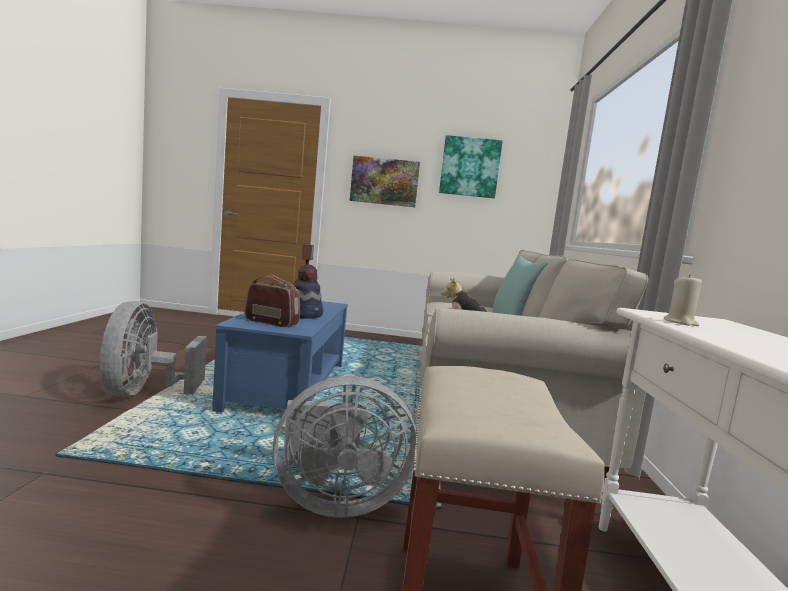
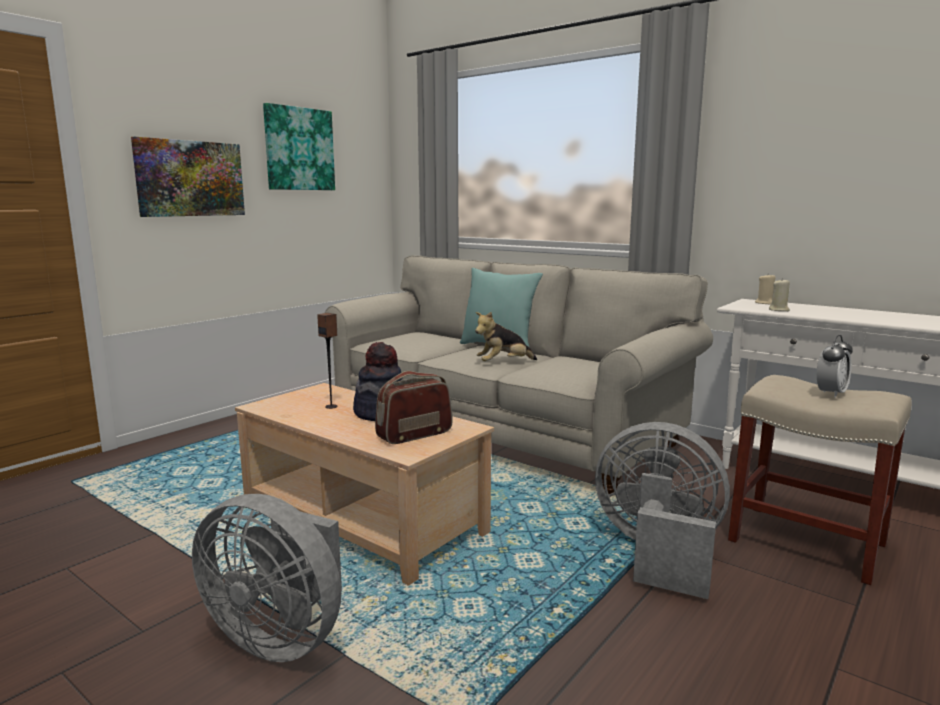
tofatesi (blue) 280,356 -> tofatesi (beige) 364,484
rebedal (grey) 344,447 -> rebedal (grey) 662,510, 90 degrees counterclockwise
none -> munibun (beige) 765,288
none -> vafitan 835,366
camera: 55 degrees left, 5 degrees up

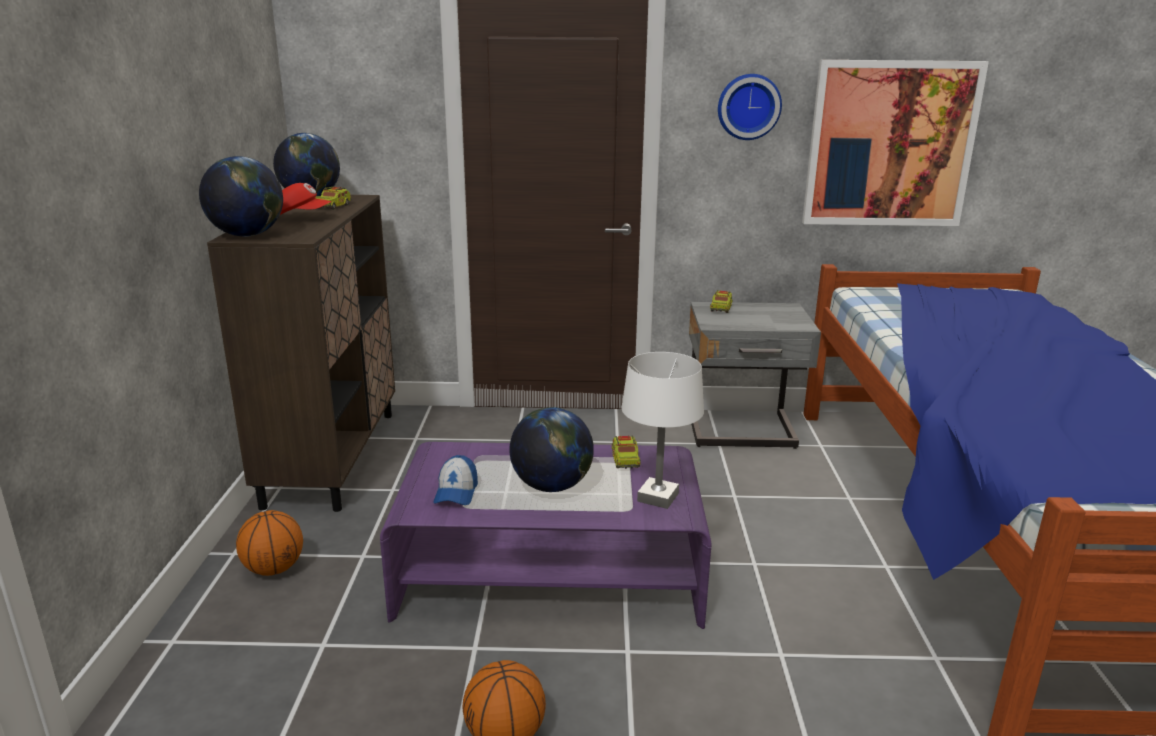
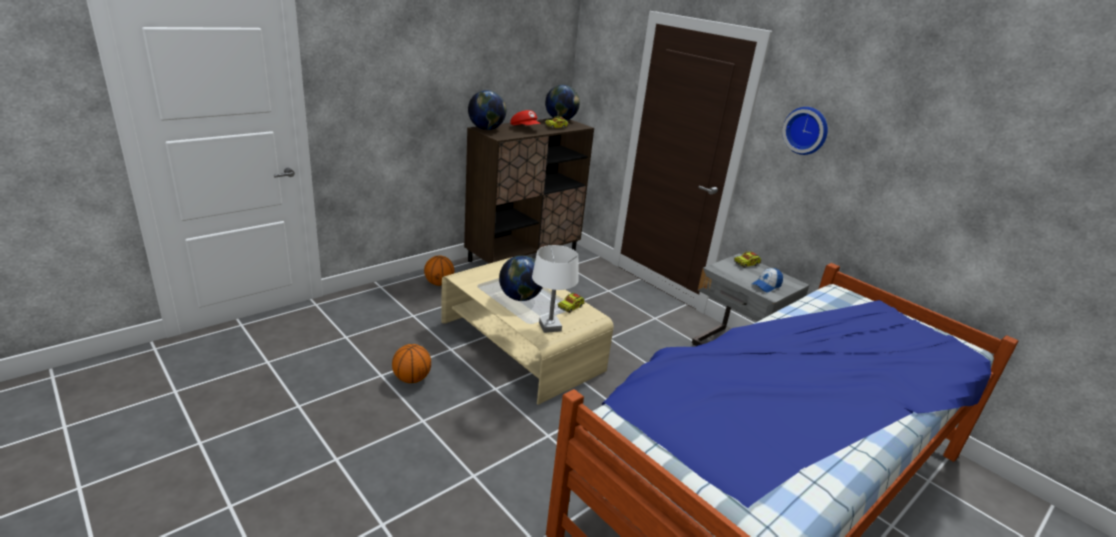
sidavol 895,143 -> none
tofatesi (purple) 545,535 -> tofatesi (beige) 527,331
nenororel 455,480 -> nenororel 767,280, moved
camera: 45 degrees right, 5 degrees up

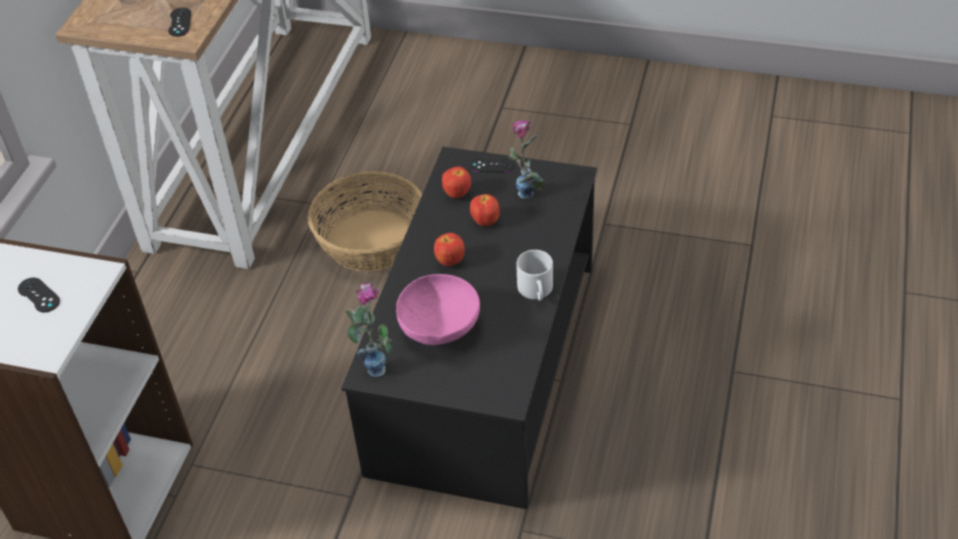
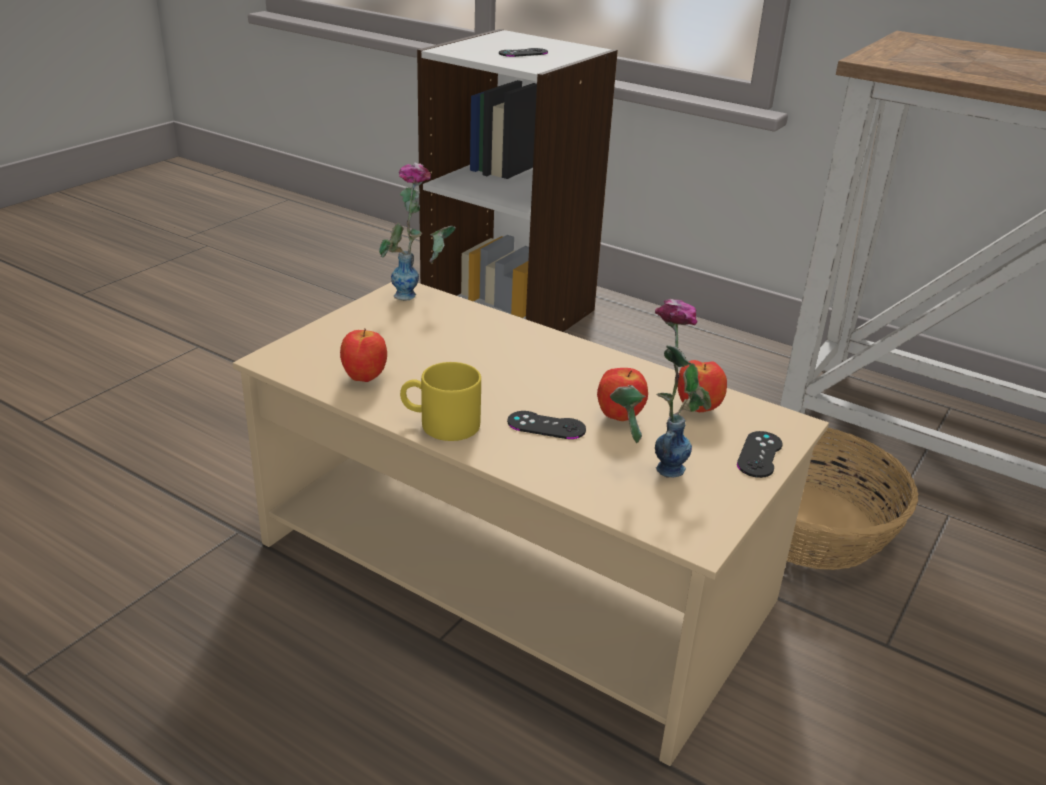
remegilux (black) 179,22 -> remegilux (black) 546,425, moved
tofatesi (black) 469,328 -> tofatesi (beige) 531,524
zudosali 449,249 -> zudosali 363,355, moved
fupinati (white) 535,275 -> fupinati (yellow) 440,401
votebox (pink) 438,309 -> none
camera: 105 degrees right, 15 degrees down

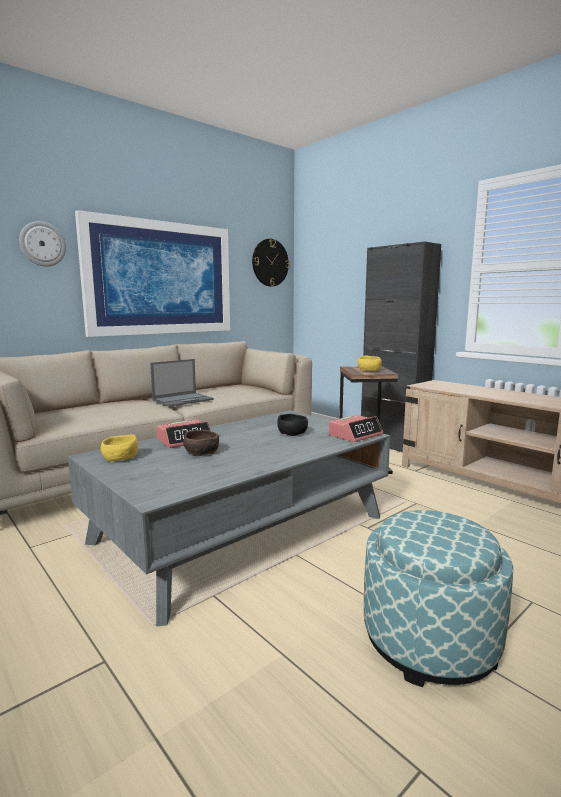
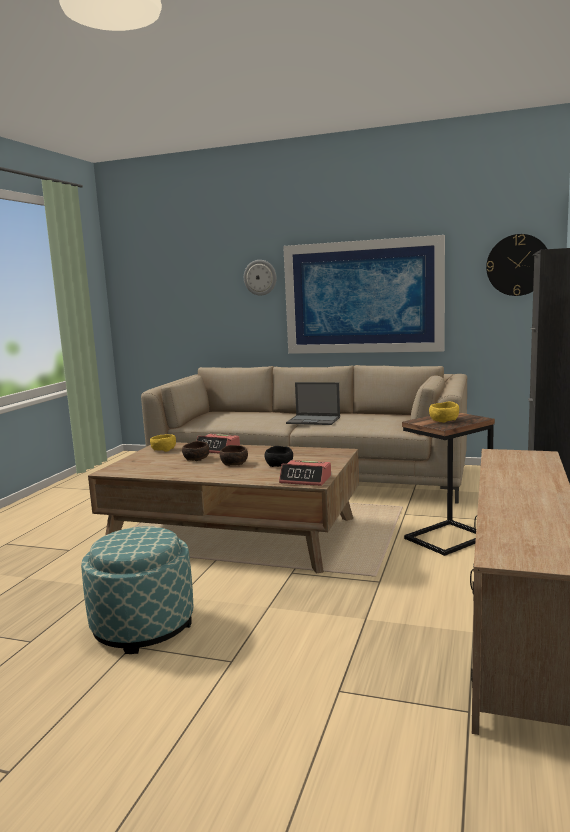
tofatesi (grey) 229,518 -> tofatesi (brown) 223,507
none -> votebox (brown) 234,455
camera: 60 degrees right, 0 degrees up

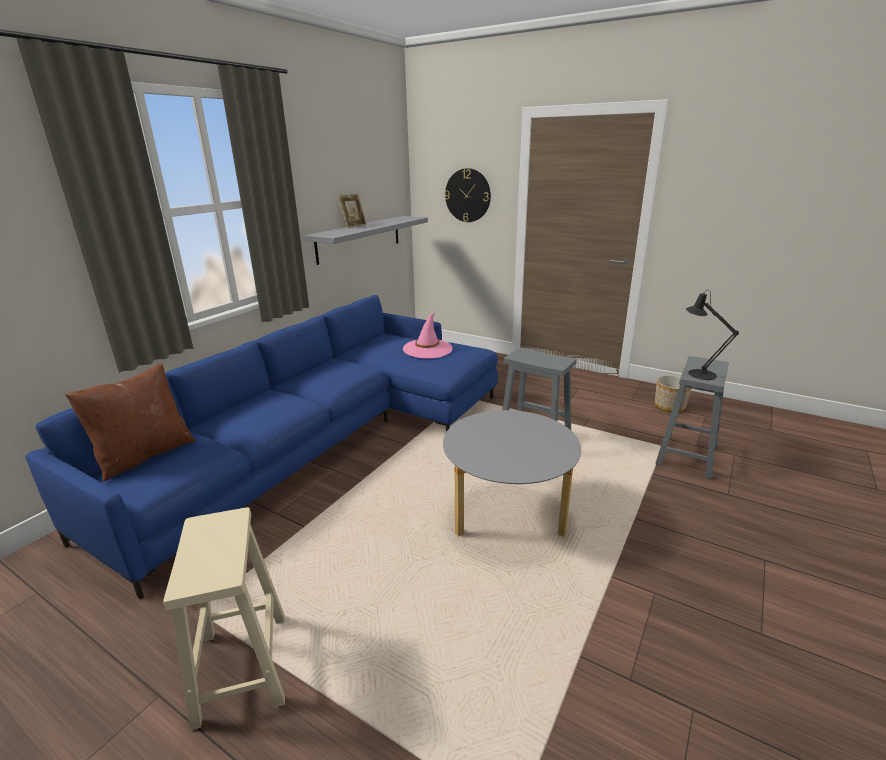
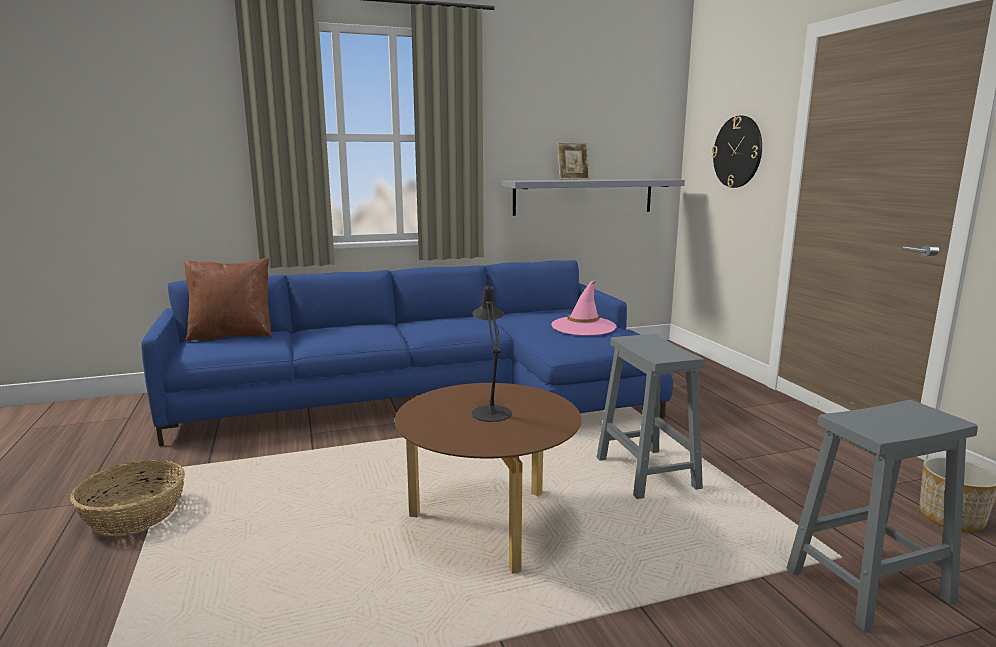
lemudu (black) 712,335 -> lemudu (black) 492,351, moved
tofatesi (grey) 512,473 -> tofatesi (brown) 488,478
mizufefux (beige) 224,618 -> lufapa 127,498
camera: 40 degrees right, 10 degrees down

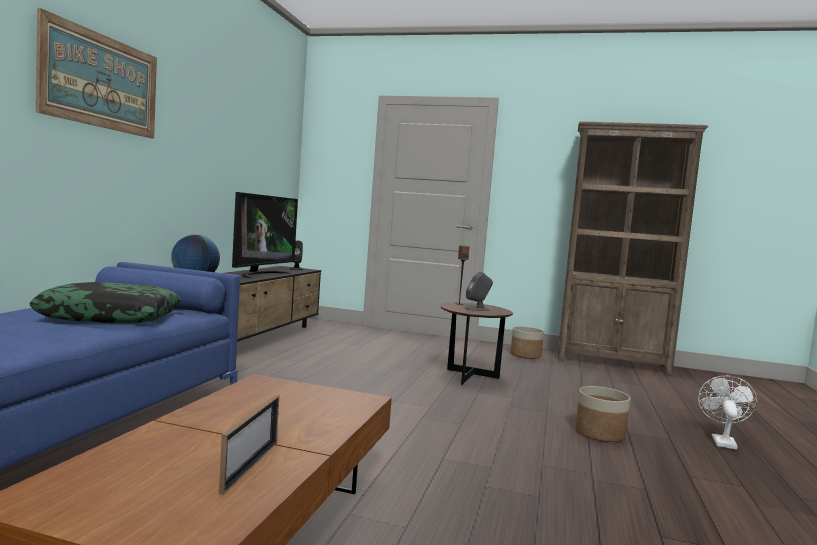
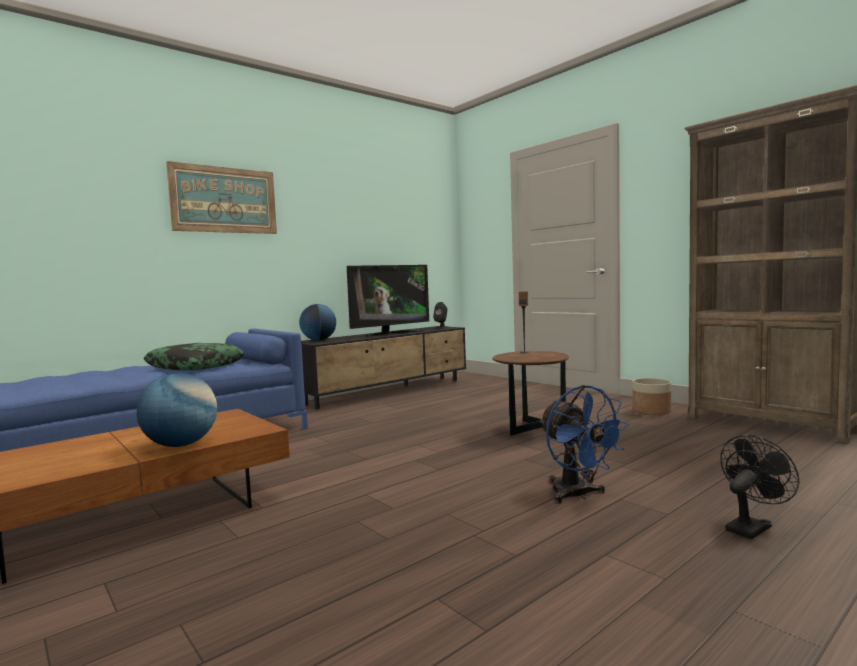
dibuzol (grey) 479,291 -> none
rebedal (white) 727,412 -> rebedal (black) 759,487
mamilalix 602,414 -> rebedal (blue) 584,444
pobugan 249,445 -> none
none -> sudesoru 177,410
camera: 35 degrees right, 0 degrees up

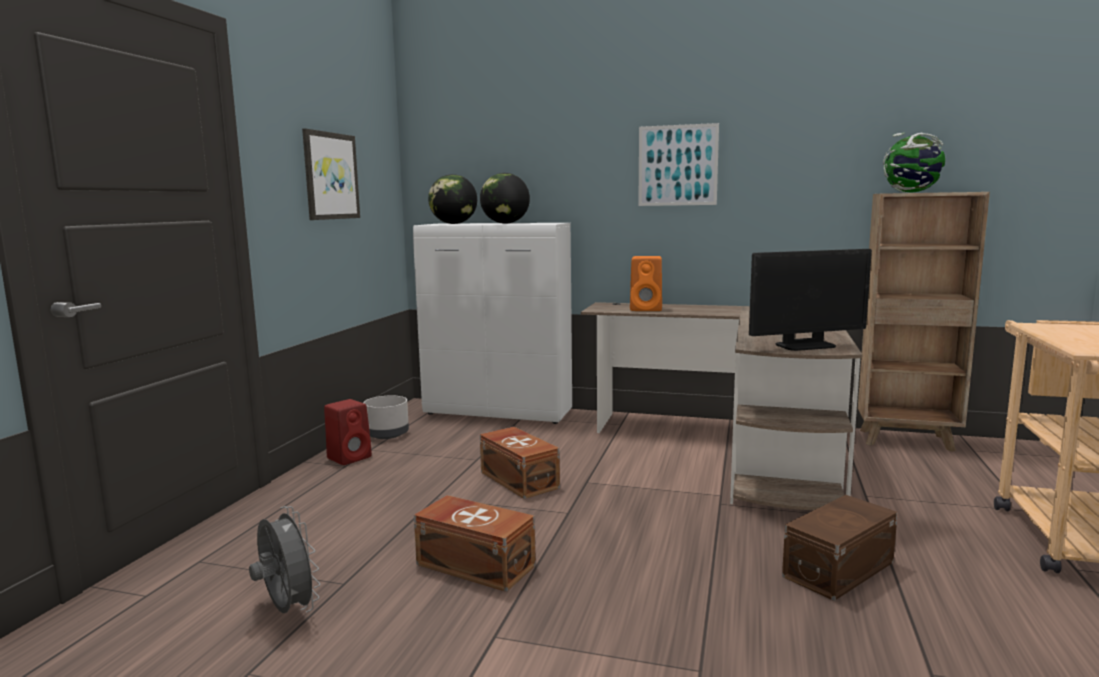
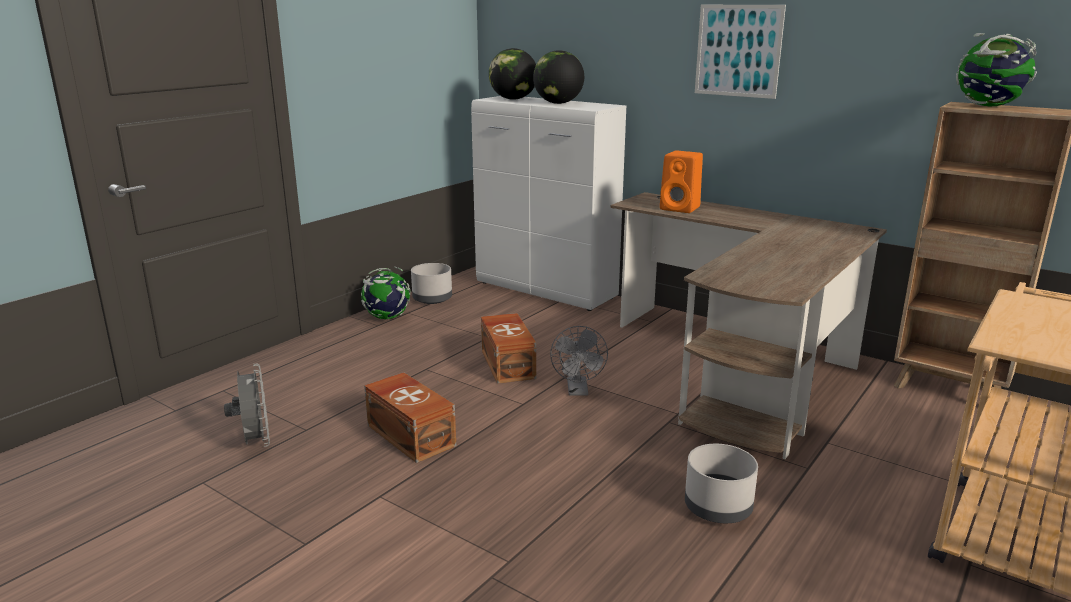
sidavol 331,174 -> none
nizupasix 810,300 -> none
dibuzol (red) 348,432 -> sudesoru 386,293
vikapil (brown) 840,548 -> mamilalix (grey) 721,483
none -> rebedal (grey) 579,361
camera: 20 degrees right, 10 degrees up

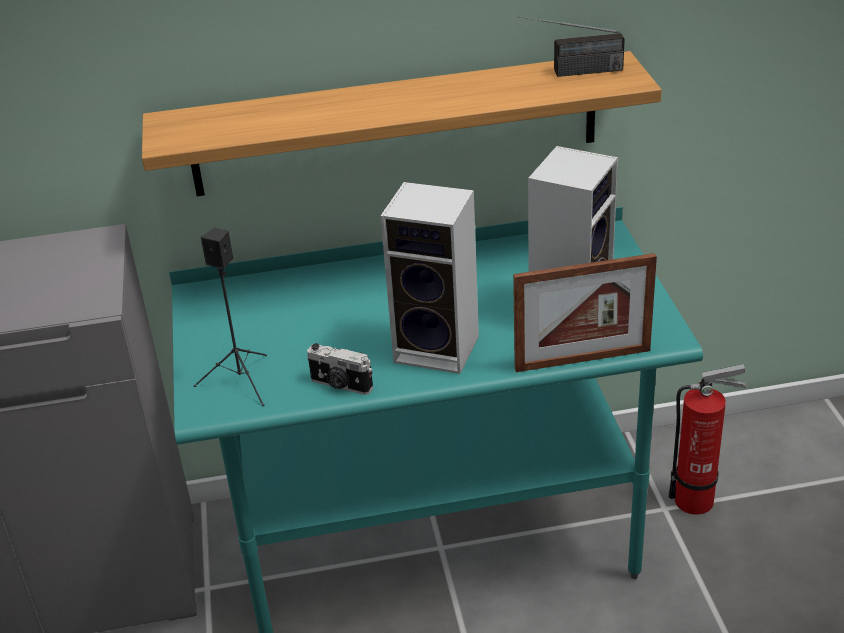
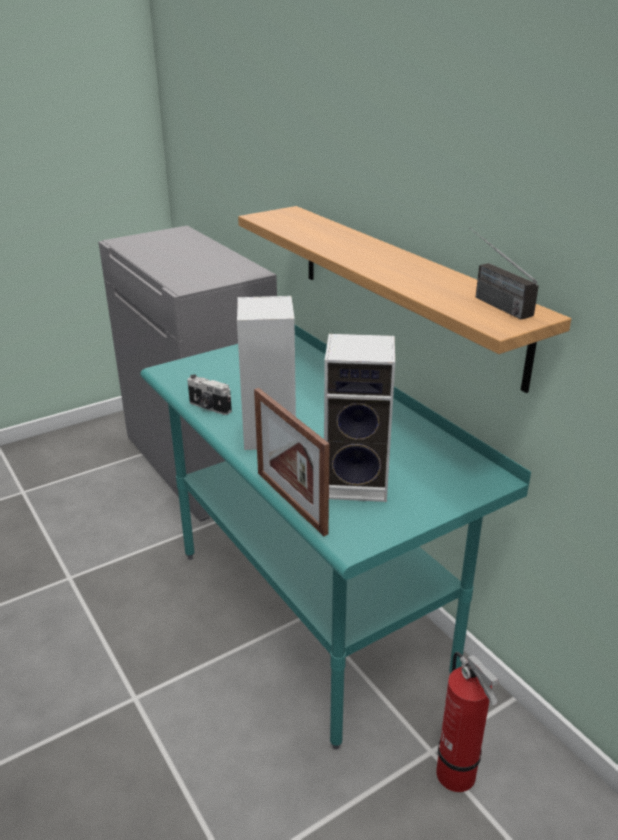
dibuzol (black) 230,316 -> none
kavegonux 340,369 -> kavegonux 209,394, 60 degrees counterclockwise
camera: 65 degrees right, 5 degrees down

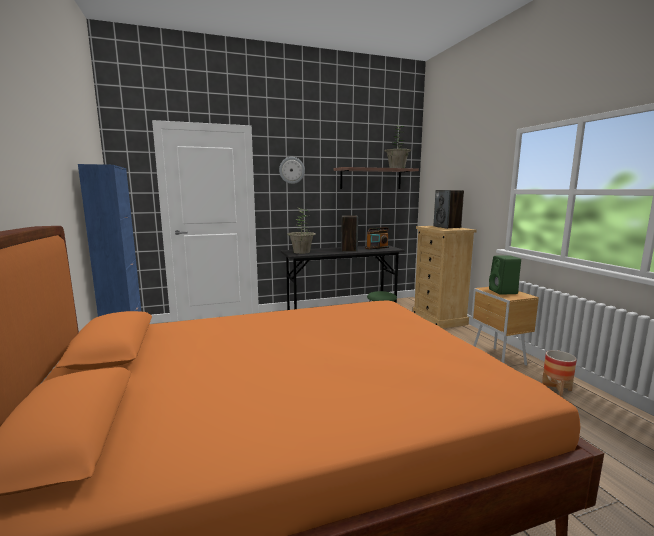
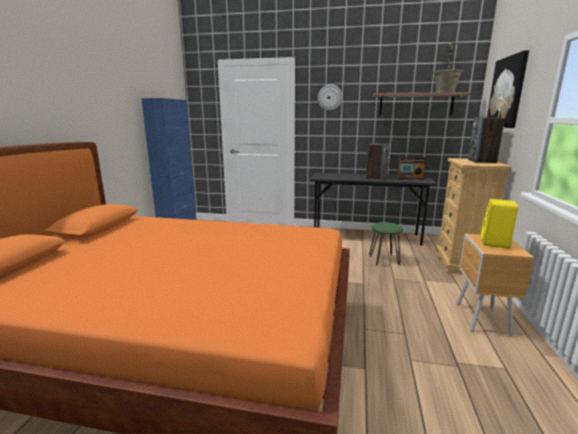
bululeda 301,231 -> none
dibuzol (green) 505,275 -> dibuzol (yellow) 500,224
mamilalix 559,373 -> none
none -> sidavol 508,89
camera: 30 degrees right, 5 degrees up

